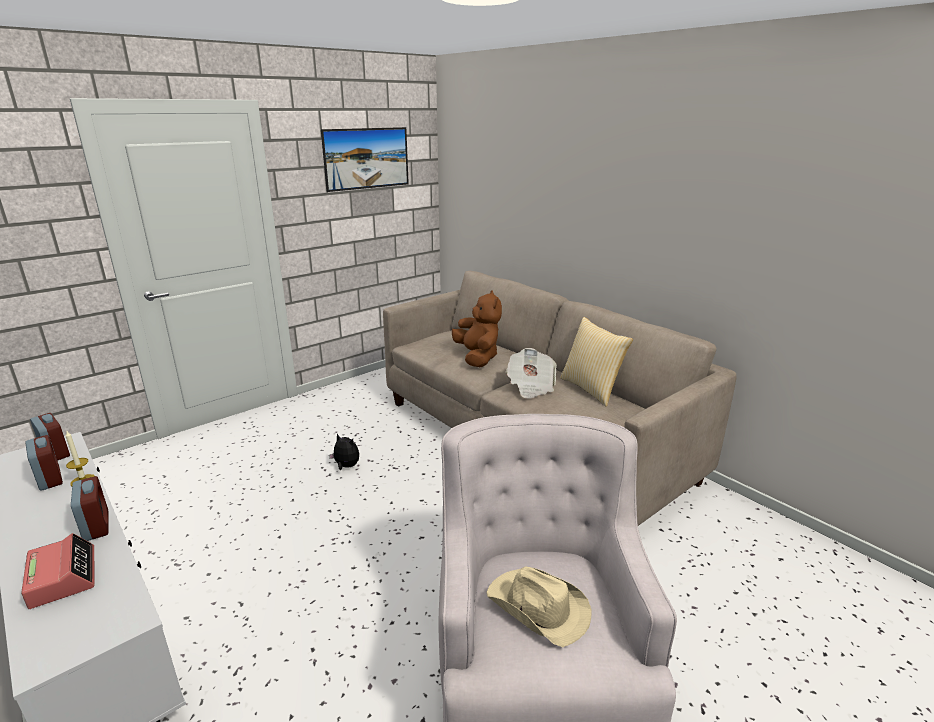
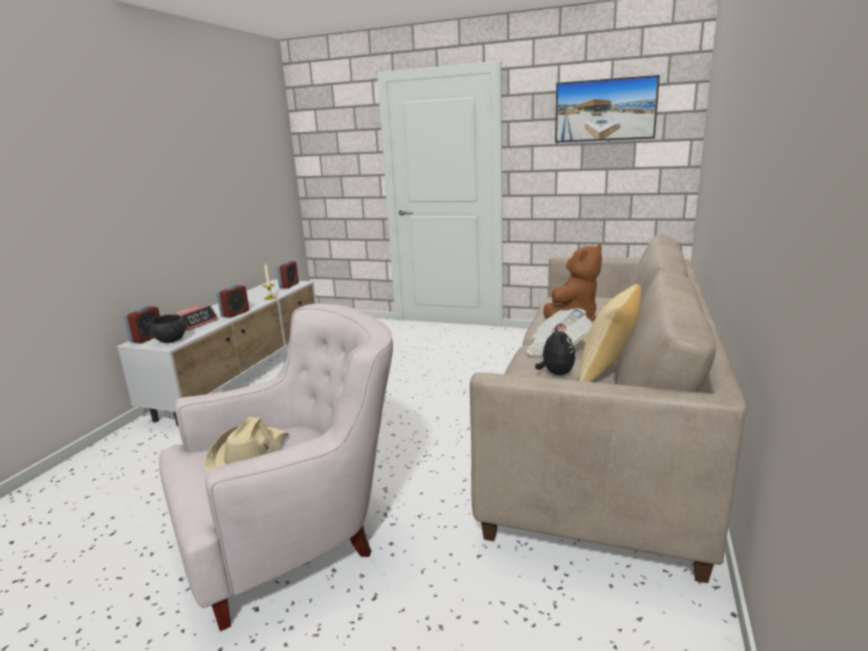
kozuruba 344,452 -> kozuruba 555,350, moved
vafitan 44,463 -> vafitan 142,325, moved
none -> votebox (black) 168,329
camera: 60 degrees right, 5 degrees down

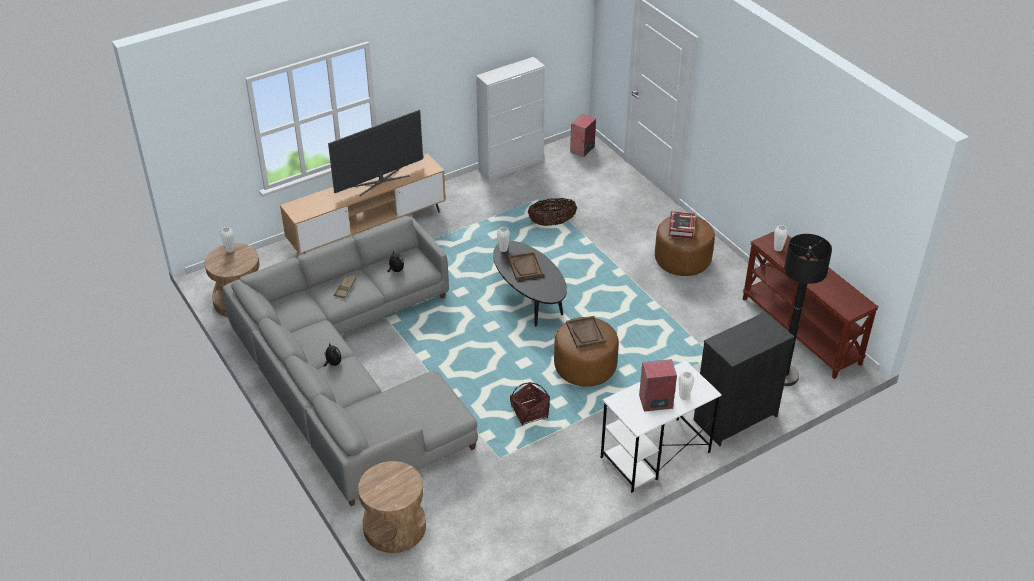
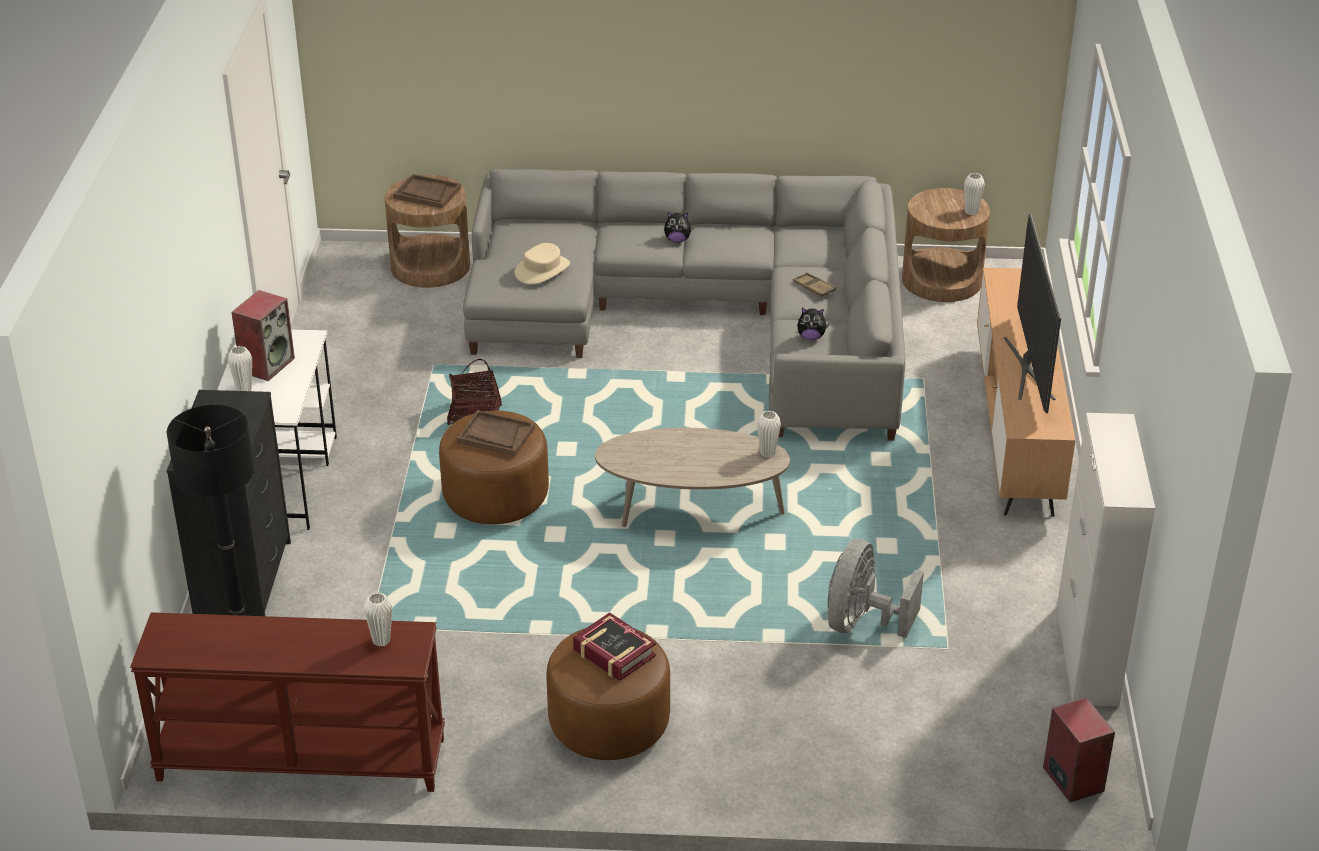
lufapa 552,212 -> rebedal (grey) 875,588
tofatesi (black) 530,283 -> tofatesi (beige) 692,477
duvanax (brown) 525,265 -> duvanax (brown) 427,191, moved
none -> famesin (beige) 542,263
camera: 125 degrees right, 5 degrees down

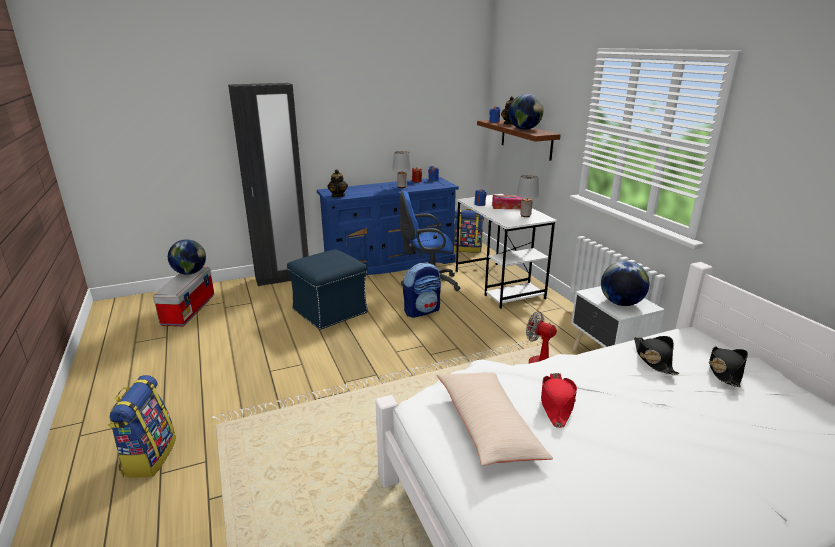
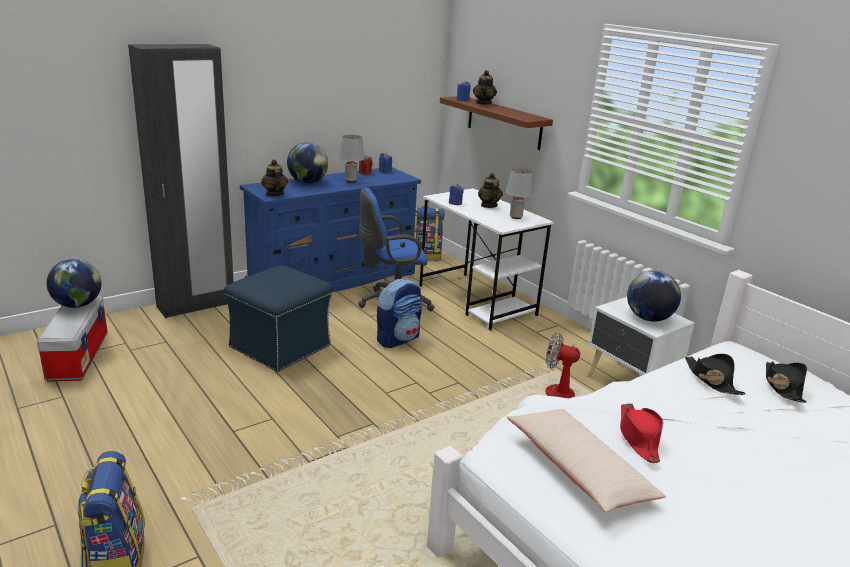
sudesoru 526,112 -> sudesoru 307,162, moved
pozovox 507,202 -> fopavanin 490,190
camera: 15 degrees left, 0 degrees up

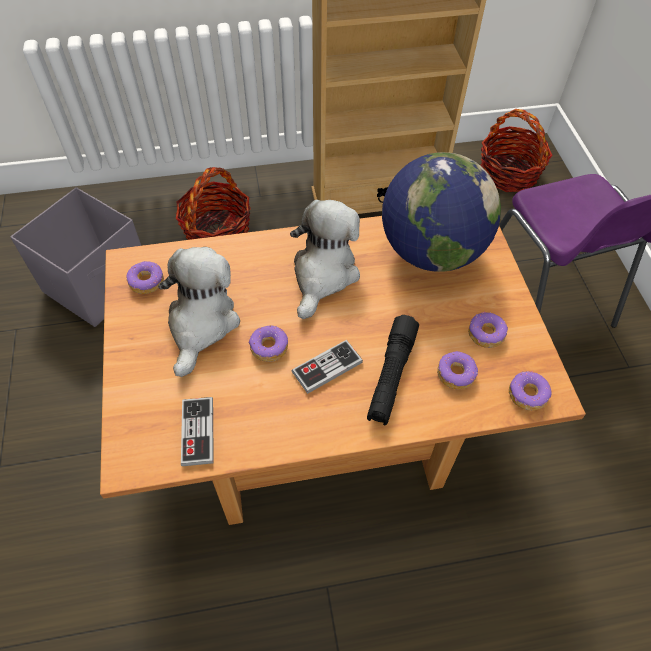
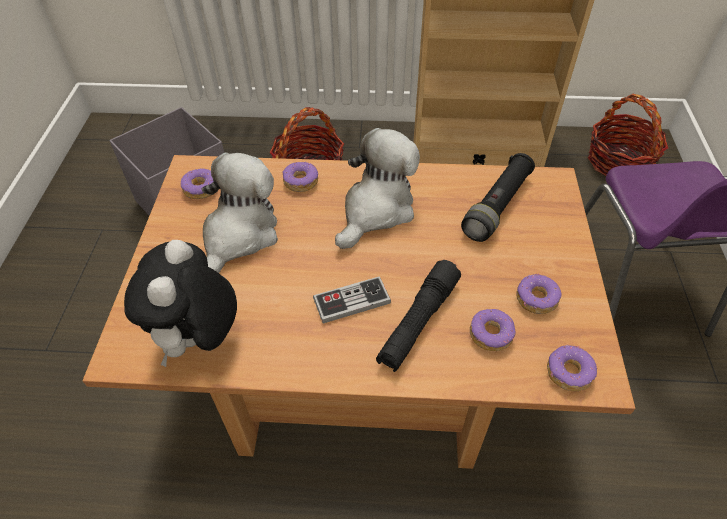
sudesoru 441,212 -> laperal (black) 498,197
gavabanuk 268,343 -> gavabanuk 300,176, moved
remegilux 197,431 -> kozuruba 180,303
camera: 15 degrees right, 5 degrees down

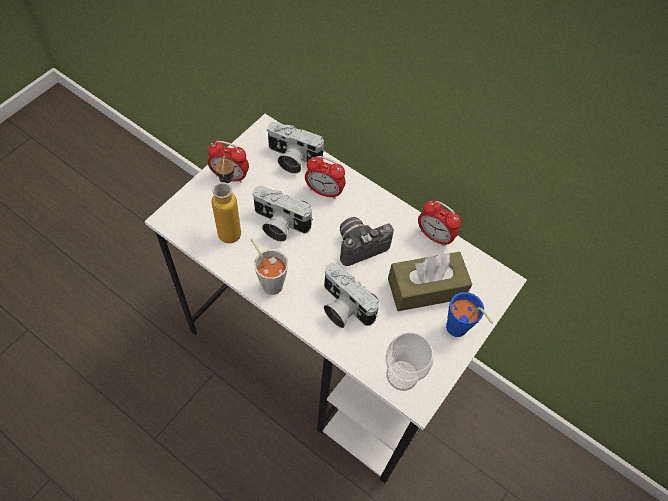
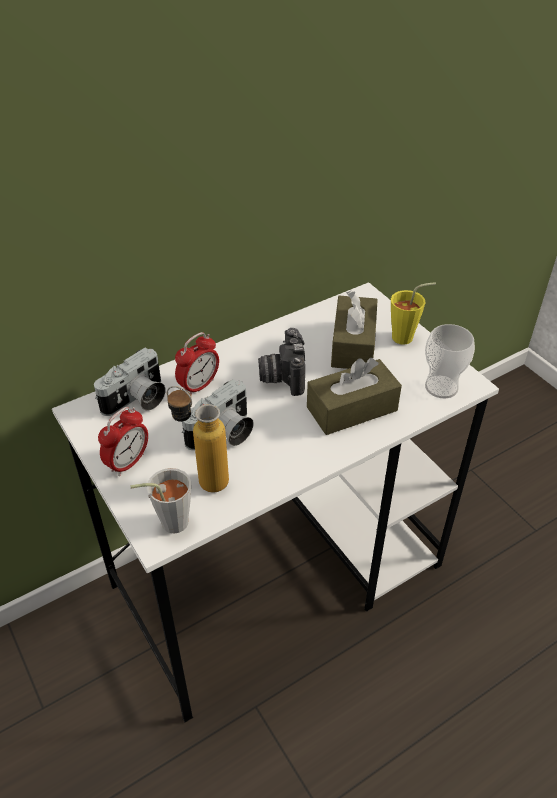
vafitan 439,223 -> none
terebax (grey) 269,266 -> terebax (grey) 160,501, moved
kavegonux 351,295 -> pozovox (brown) 354,396
terebax (blue) 469,314 -> terebax (yellow) 413,313
camera: 65 degrees left, 15 degrees down

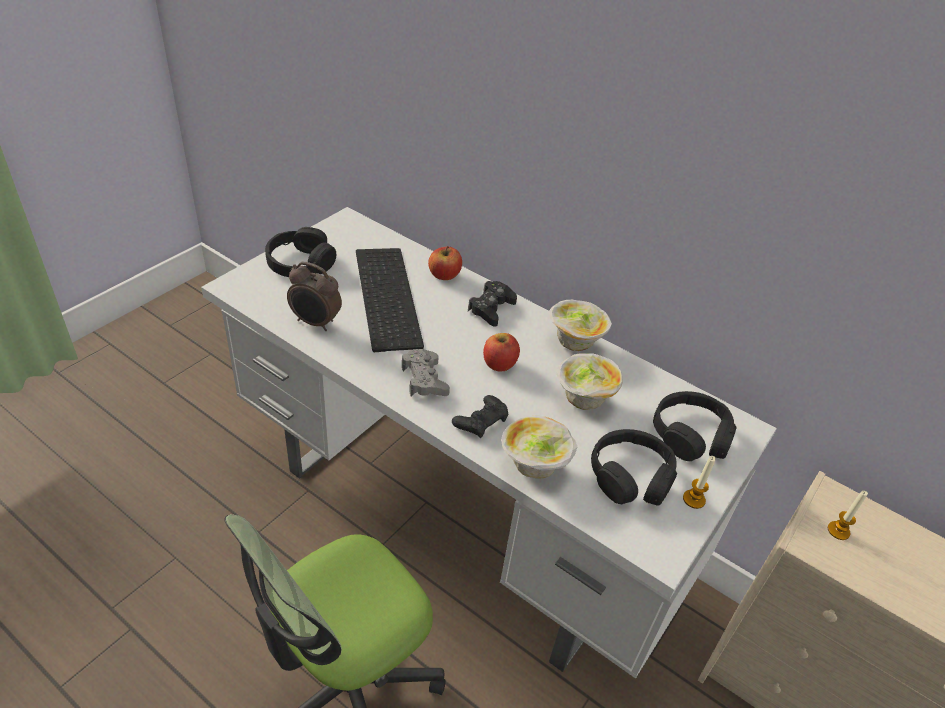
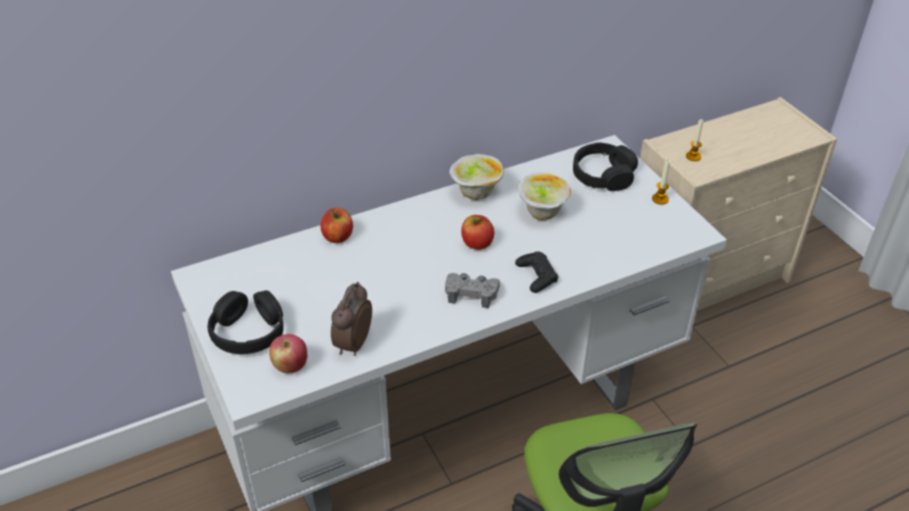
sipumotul 390,300 -> none
vafitan 314,296 -> vafitan 351,319, 150 degrees clockwise
remegilux (black) 492,303 -> none
votebox 539,446 -> none
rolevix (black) 634,467 -> none
none -> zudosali 288,353
camera: 60 degrees left, 0 degrees up

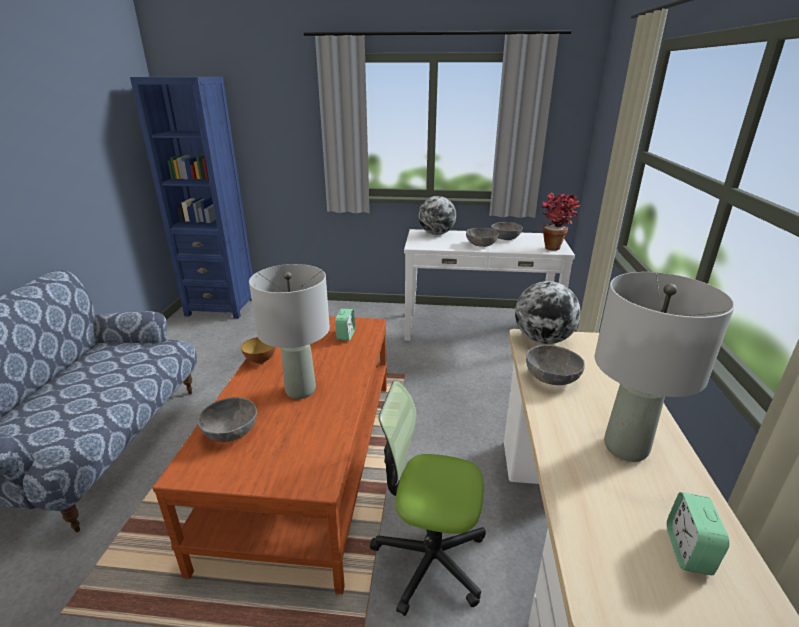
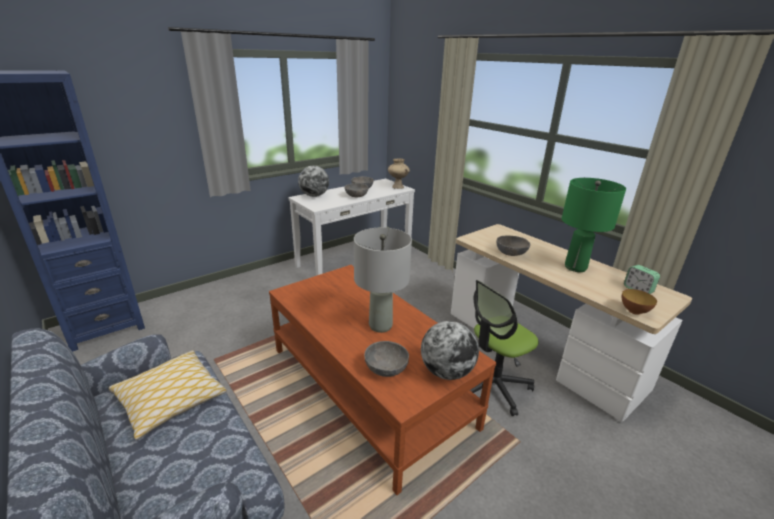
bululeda 560,221 -> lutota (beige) 399,173
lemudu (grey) 665,367 -> lemudu (green) 594,225
sudesoru 548,312 -> sudesoru 450,350, moved
vafitan 345,325 -> none
votebox 258,350 -> votebox 639,302, moved
none -> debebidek 168,395
camera: 45 degrees left, 0 degrees up

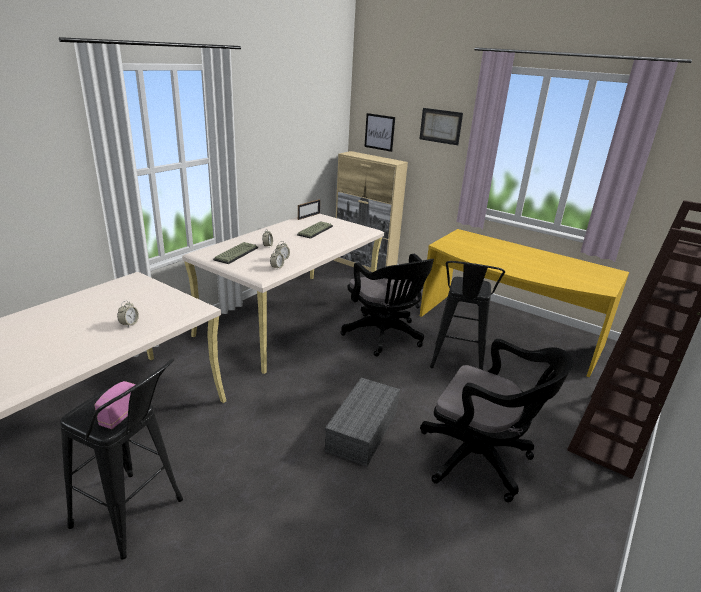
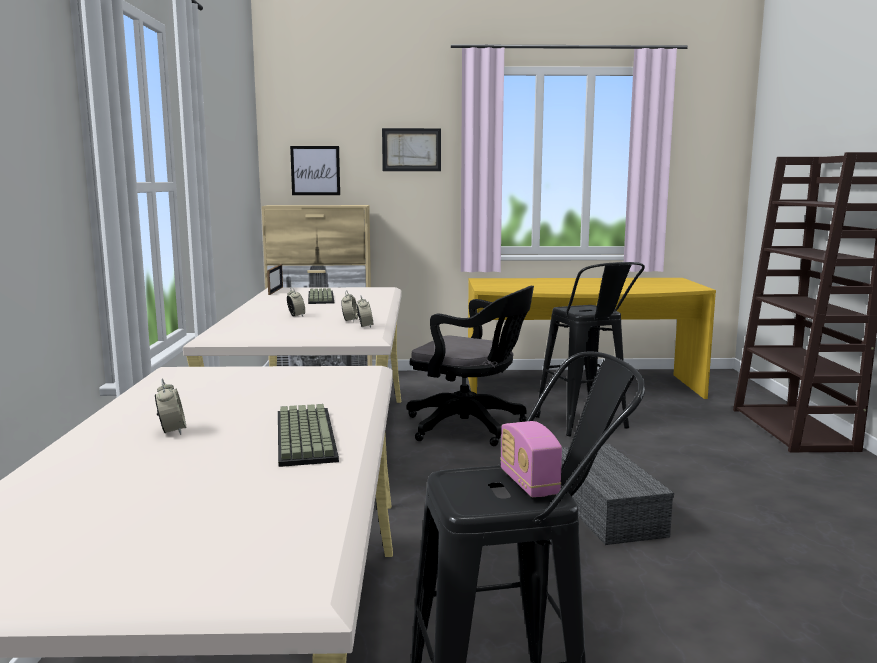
sipumotul 235,253 -> sipumotul 308,435, moved
vafitan 128,314 -> vafitan 170,407, moved
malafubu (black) 496,421 -> none
camera: 35 degrees left, 15 degrees down

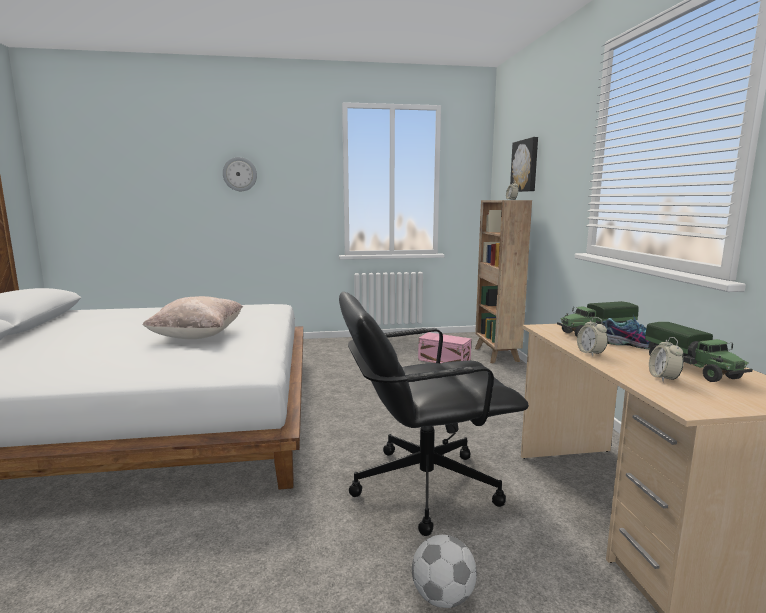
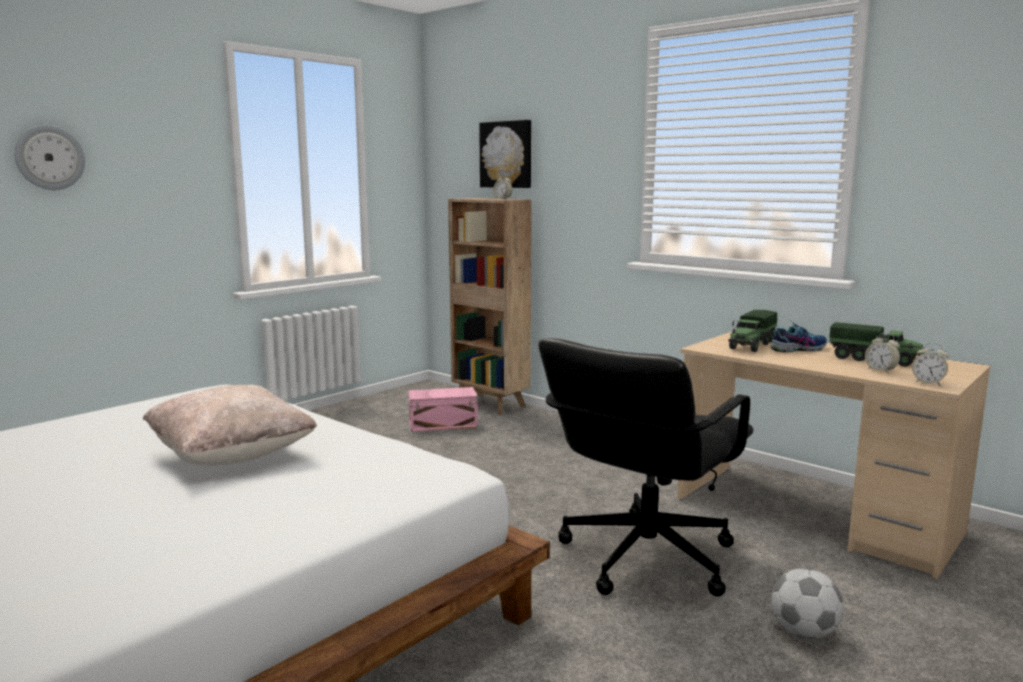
vafitan 592,336 -> vafitan 930,364, moved
camera: 40 degrees left, 0 degrees up

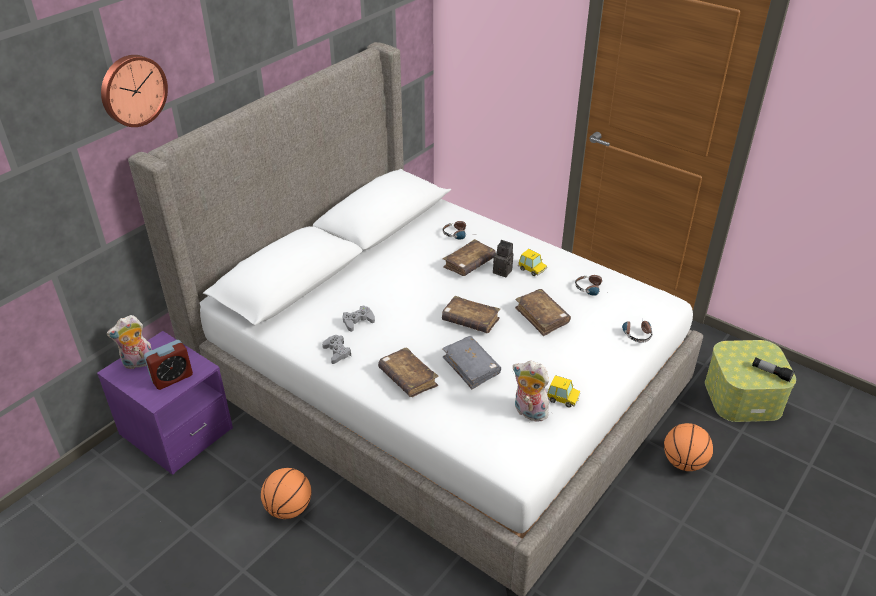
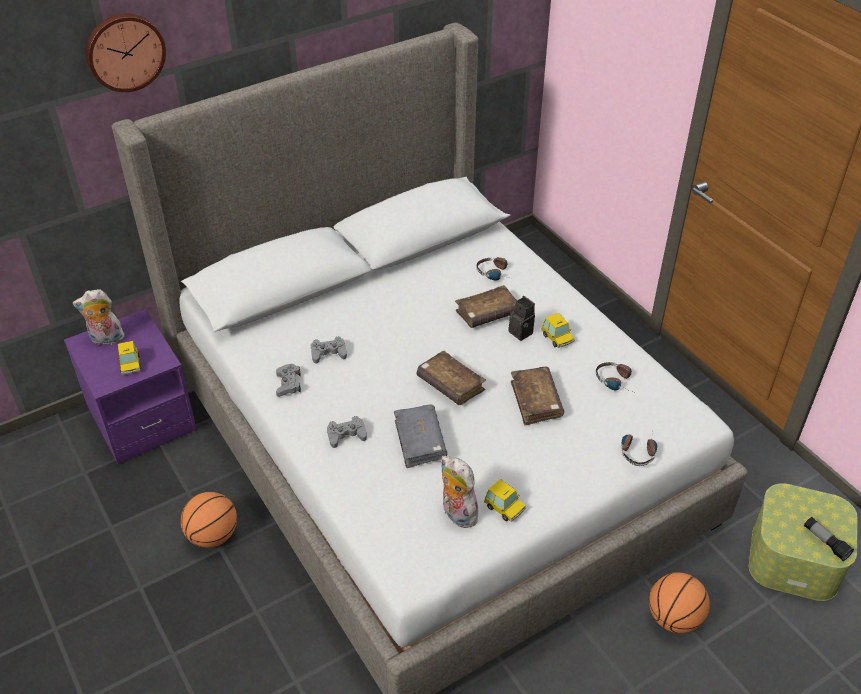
vafitan 168,365 -> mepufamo 129,357
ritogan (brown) 408,372 -> remegilux (grey) 347,432
camera: 20 degrees right, 5 degrees up

